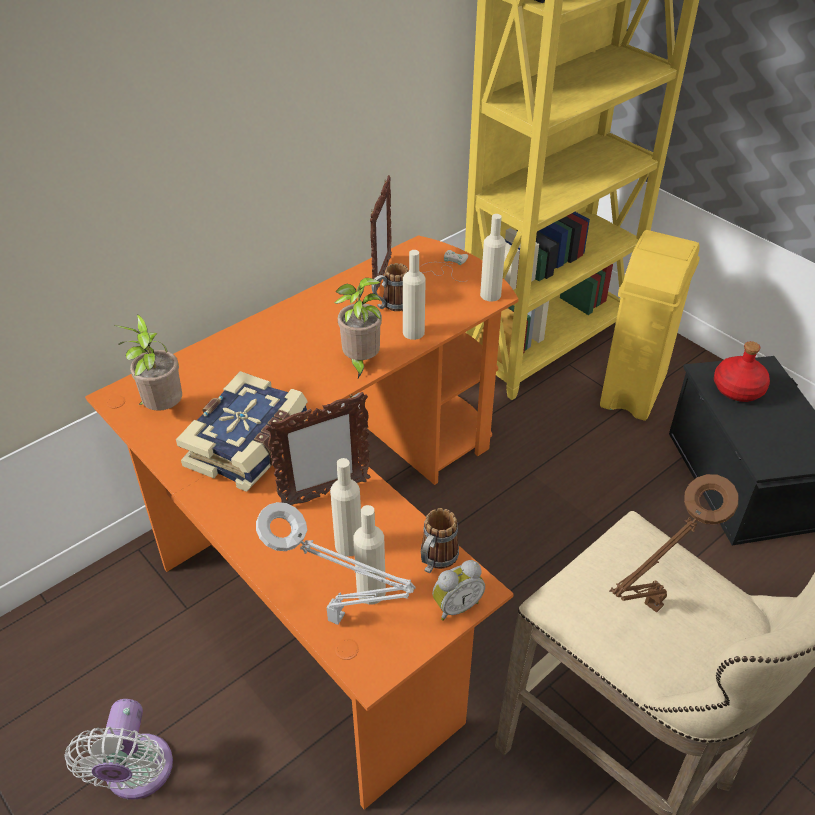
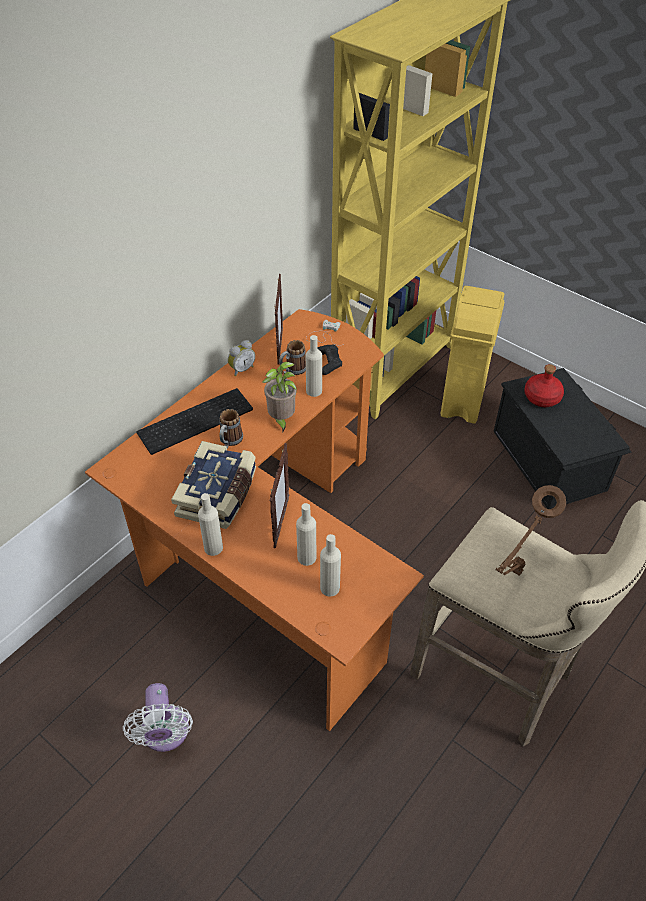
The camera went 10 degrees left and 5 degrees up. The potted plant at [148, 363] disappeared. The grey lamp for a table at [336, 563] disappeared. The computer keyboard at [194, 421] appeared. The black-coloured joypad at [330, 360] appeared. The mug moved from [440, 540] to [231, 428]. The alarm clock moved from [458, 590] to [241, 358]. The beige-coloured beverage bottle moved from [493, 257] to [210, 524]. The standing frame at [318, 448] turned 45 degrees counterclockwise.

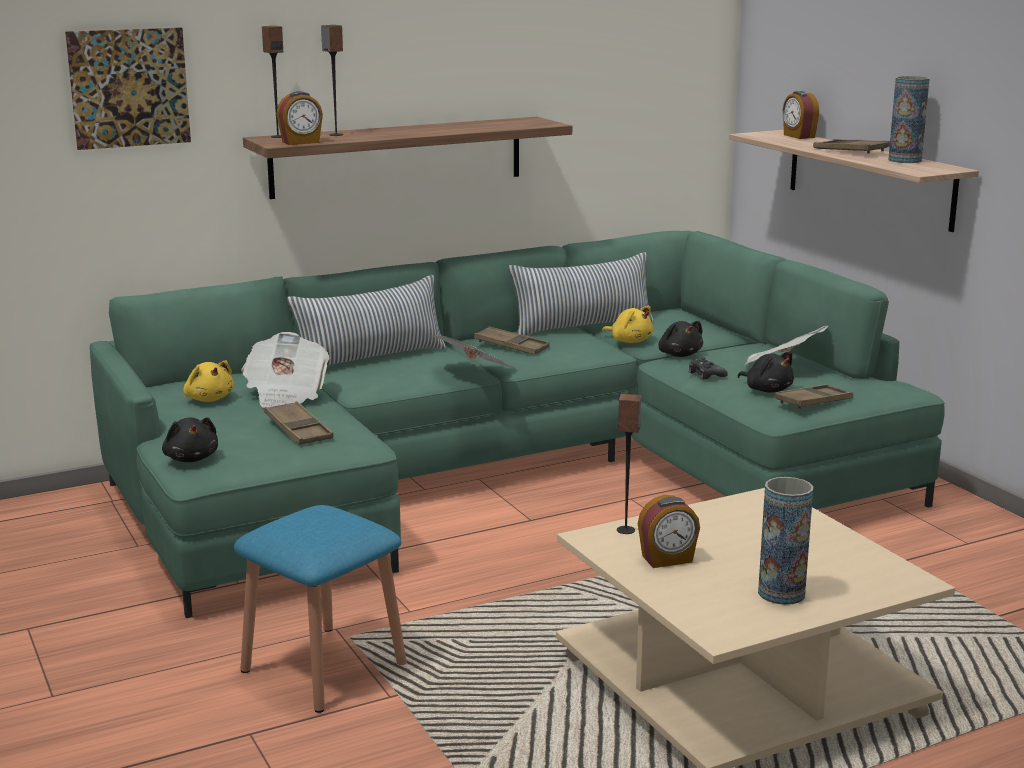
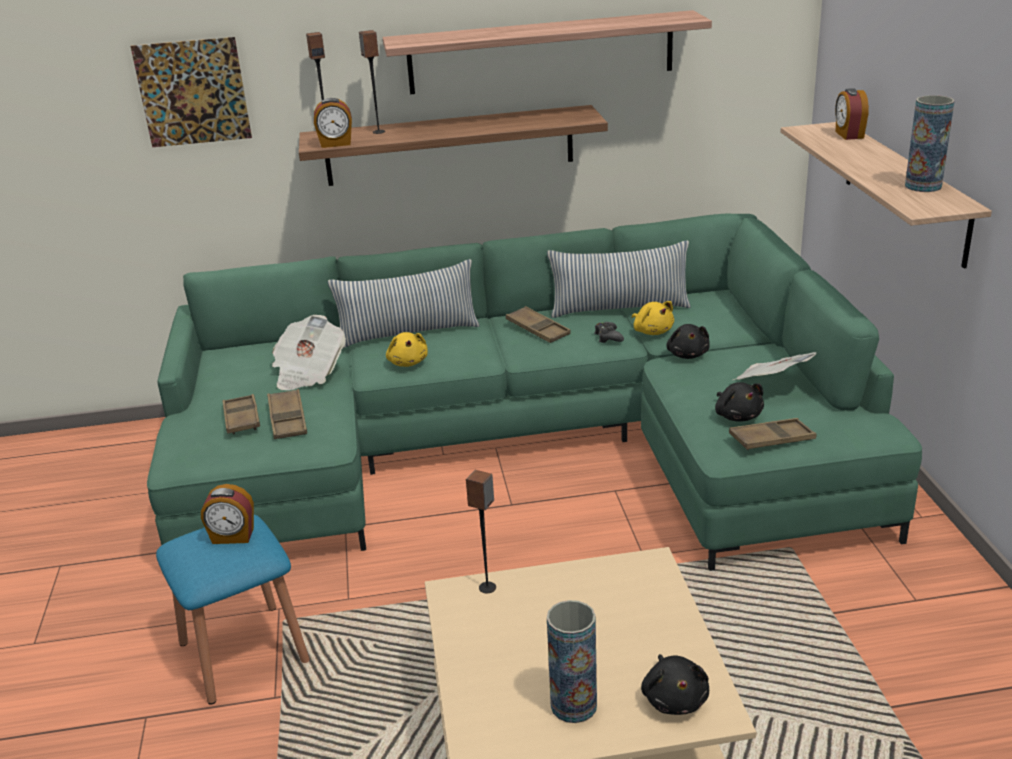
The camera went 20 degrees right and 10 degrees up. The daily paper at [472, 351] disappeared. The wall shelf at [547, 52] appeared. The black-coloured plush toy moved from [190, 439] to [675, 684]. The yellow-coloured plush toy moved from [208, 381] to [407, 349]. The alarm clock moved from [669, 531] to [227, 514]. The black-coloured joypad moved from [708, 368] to [609, 332]. The brown-coloured tray moved from [851, 146] to [241, 414].

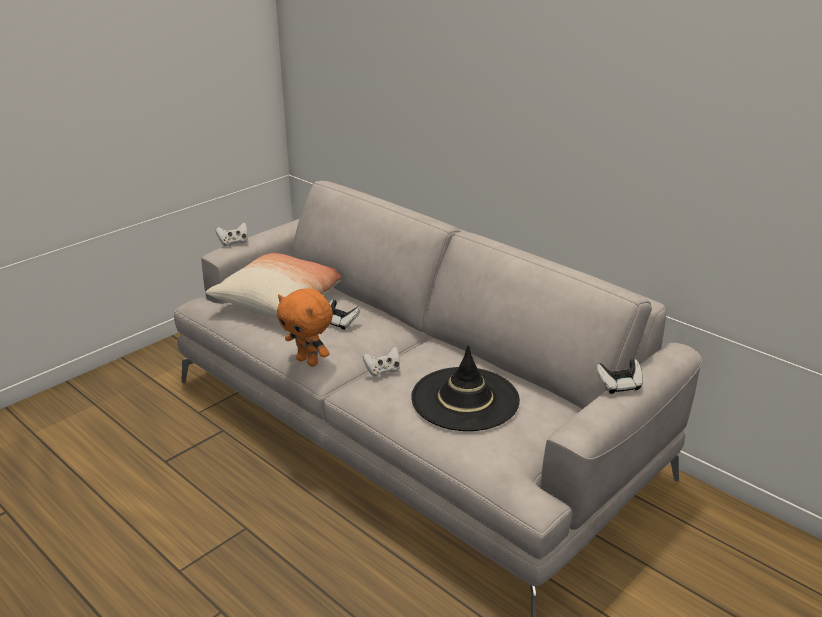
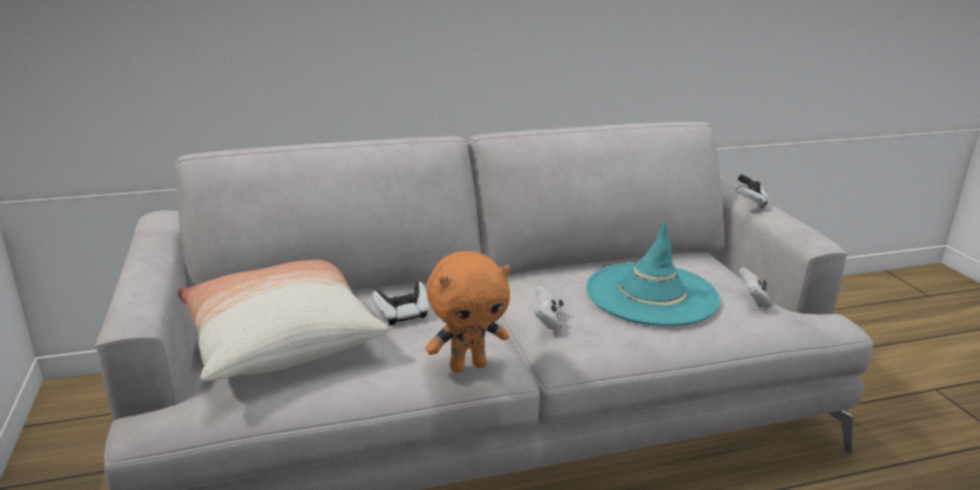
The camera went 60 degrees left and 5 degrees down. The whitish joypad moved from [231, 234] to [756, 288]. The black-coloured hat at [465, 388] became the turquoise hat at [653, 273].

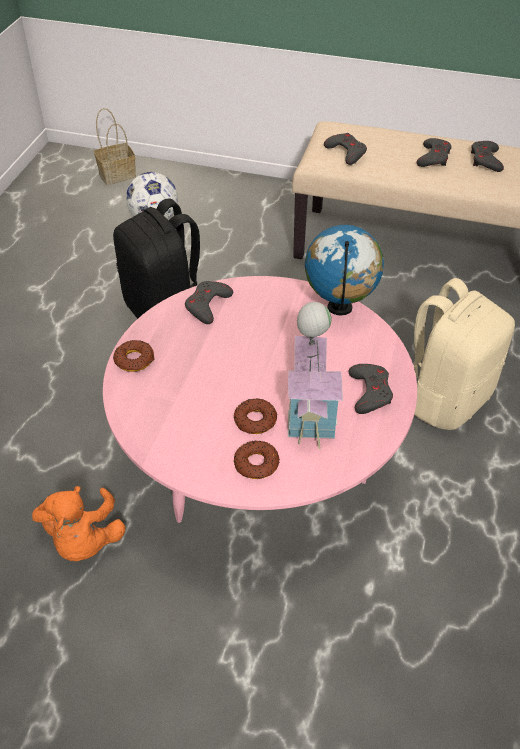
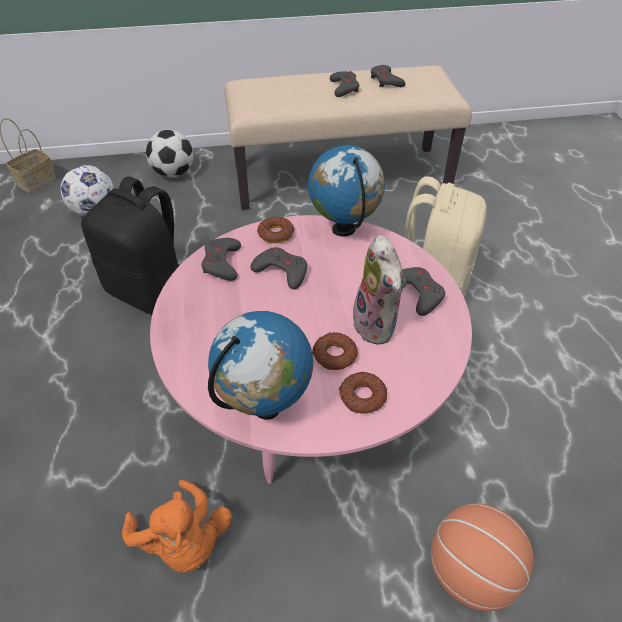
The camera went 25 degrees left and 0 degrees up. The football ball at [170, 153] appeared. The desk globe at [260, 365] appeared. The basketball at [482, 557] appeared. The ring doughnut moved from [133, 356] to [276, 230]. The grey joypad moved from [345, 149] to [278, 268]. The model house at [315, 375] was replaced by the plush toy at [380, 290].

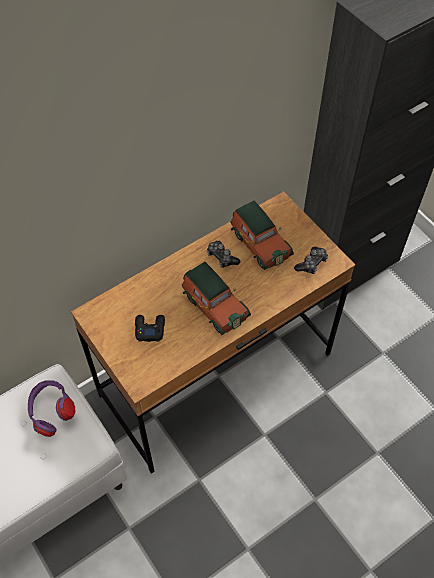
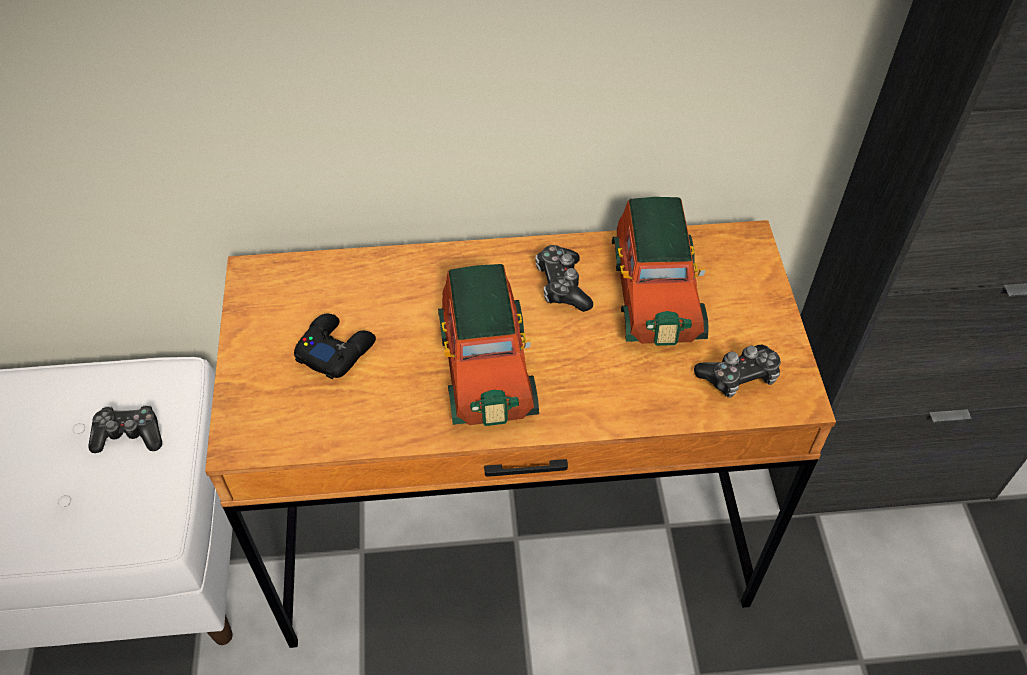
The camera went 30 degrees right and 5 degrees down. The purple headset at [51, 408] was replaced by the joypad at [125, 429].

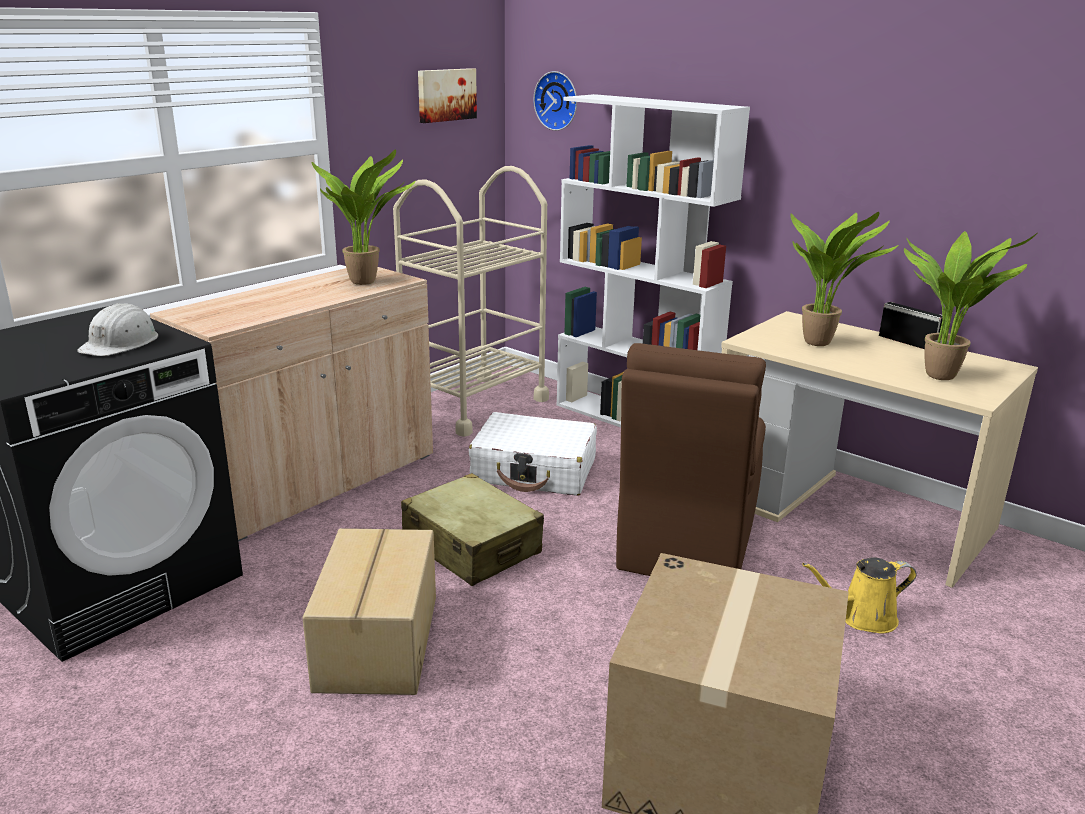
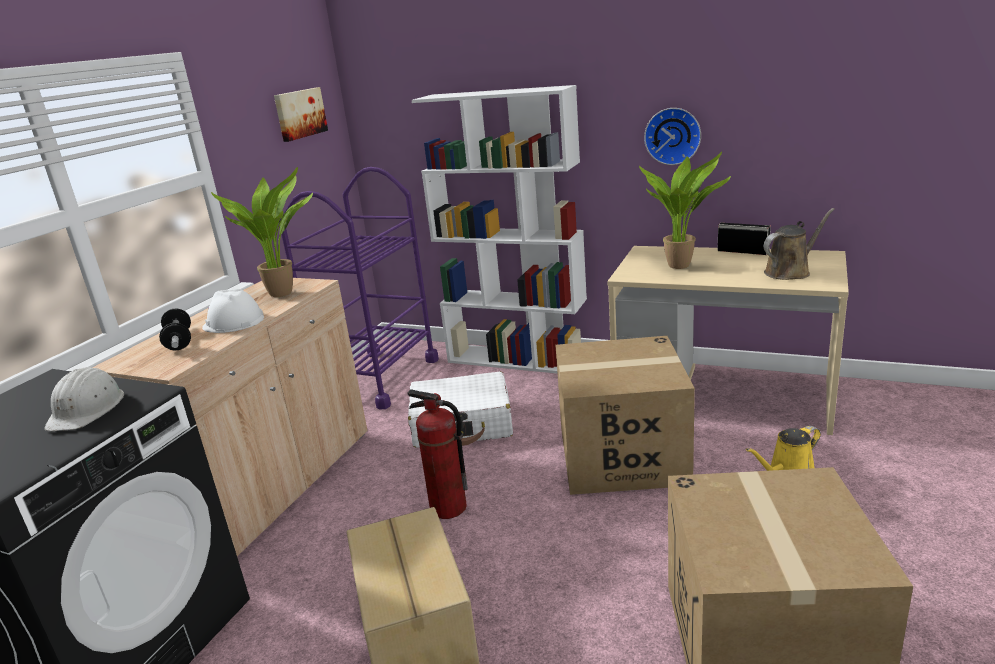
The camera went 15 degrees left and 0 degrees up. The dumbbell at [175, 330] appeared. The whitish work helmet at [233, 311] appeared. The hanging clock moved from [555, 101] to [672, 136]. The beige-coloured suitcase at [472, 529] was replaced by the fire extinguisher at [438, 454]. The brown-coloured upright chair at [691, 459] was replaced by the carton at [625, 415]. The potted plant at [970, 305] was replaced by the brown-coloured watering pot at [799, 244]. The beige-coloured cart at [471, 301] became the purple cart at [359, 288].

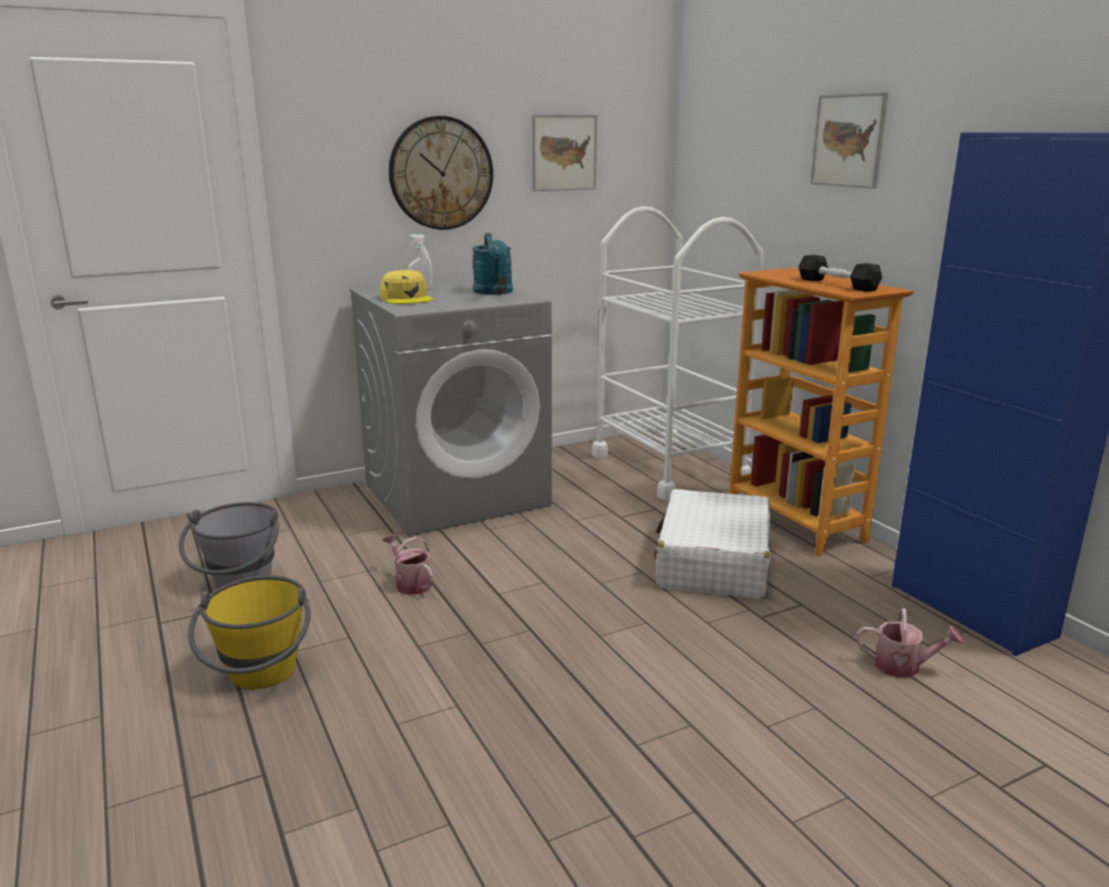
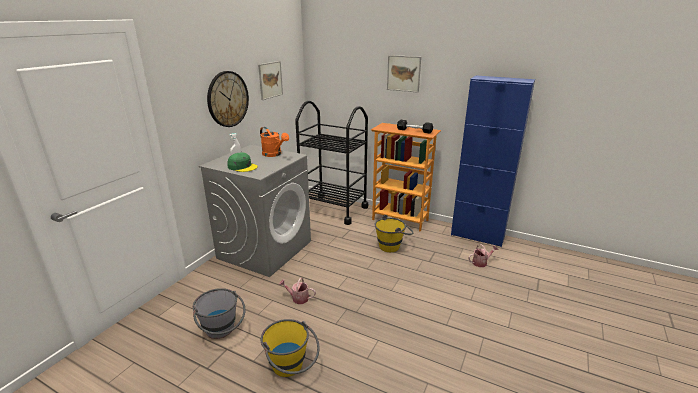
The camera went 35 degrees left and 5 degrees up. The whitish suitcase at [713, 544] was replaced by the yellow-coloured pail at [394, 233]. The yellow-coloured baseball cap at [406, 286] became the greenish baseball cap at [242, 162]. The turquoise watering pot at [492, 264] became the orange watering pot at [274, 142]. The whitish cart at [678, 353] became the black-coloured cart at [331, 163].

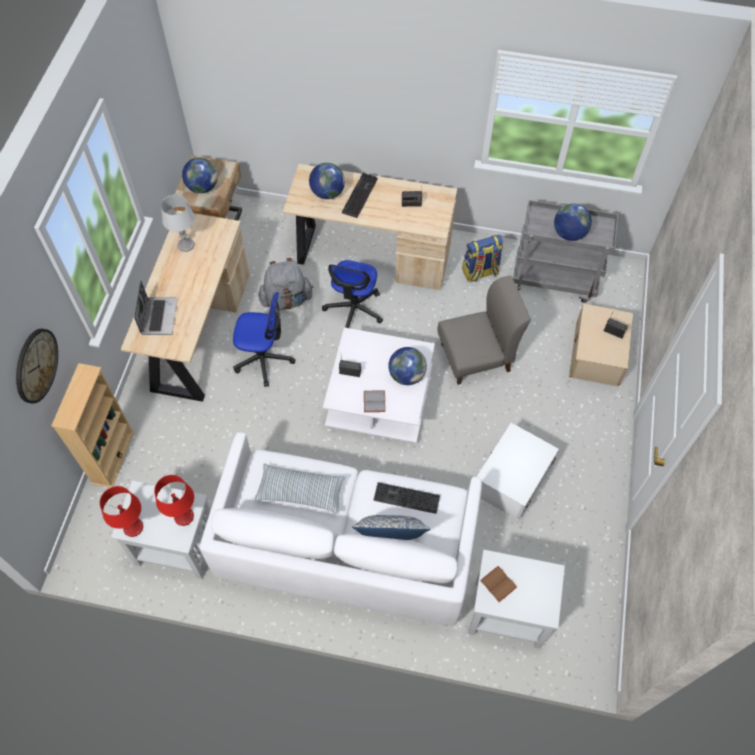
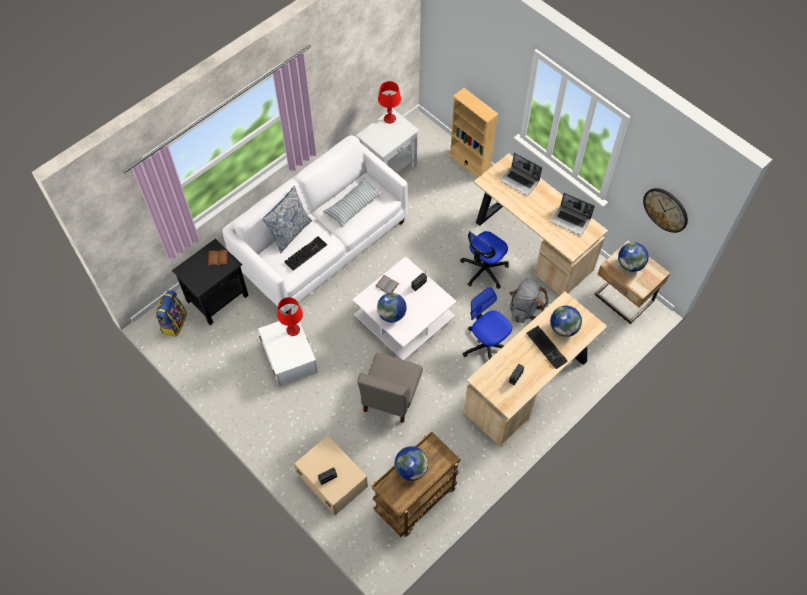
The camera went 125 degrees right and 0 degrees up. The hanging clock moved from [37, 366] to [665, 210]. The red lamp for a table moved from [174, 500] to [290, 316]. The knapsack moved from [482, 258] to [171, 313]. The grey lamp for a table at [178, 223] was replaced by the portable computer at [573, 214]. The whitish accent table at [516, 599] became the black-coloured accent table at [210, 282]. The grey cart at [565, 251] became the brown-coloured cart at [416, 484].

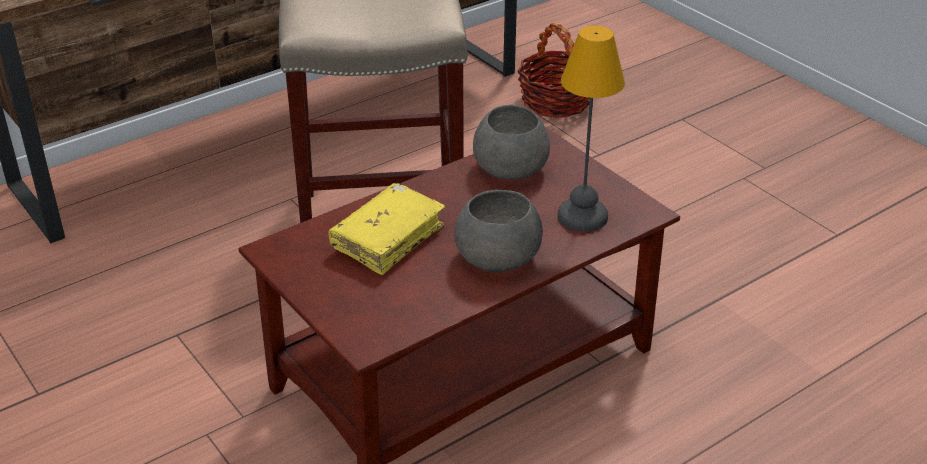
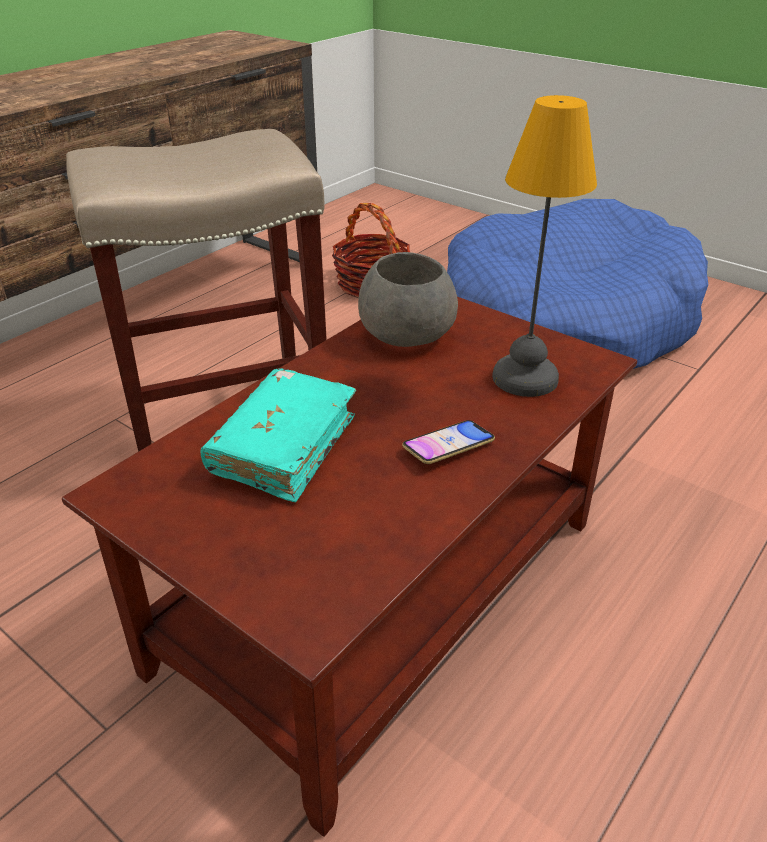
The camera went 15 degrees left and 0 degrees up. The blue-coloured dog bed at [578, 284] appeared. The grey deep dish at [499, 231] was replaced by the handset at [448, 442]. The yellow-coloured book at [387, 229] became the turquoise book at [278, 435].

